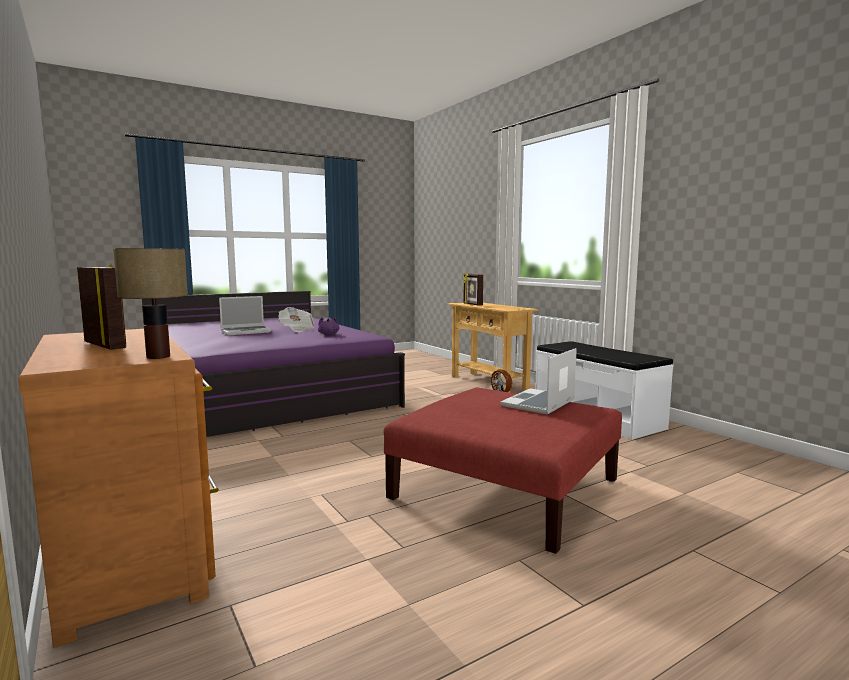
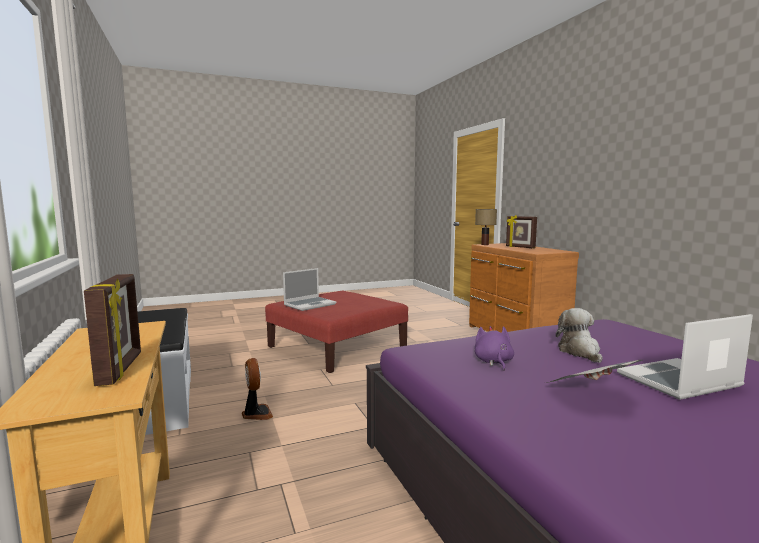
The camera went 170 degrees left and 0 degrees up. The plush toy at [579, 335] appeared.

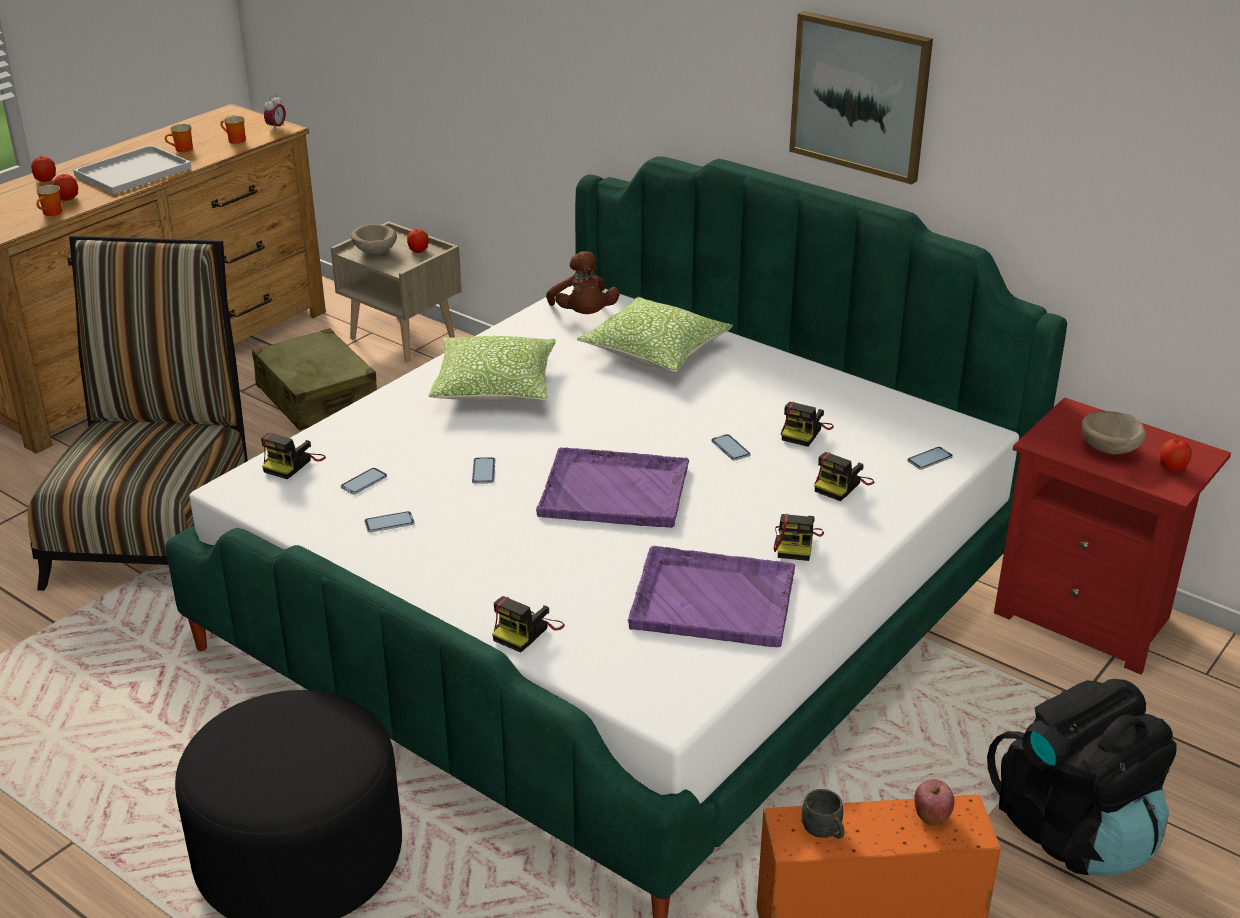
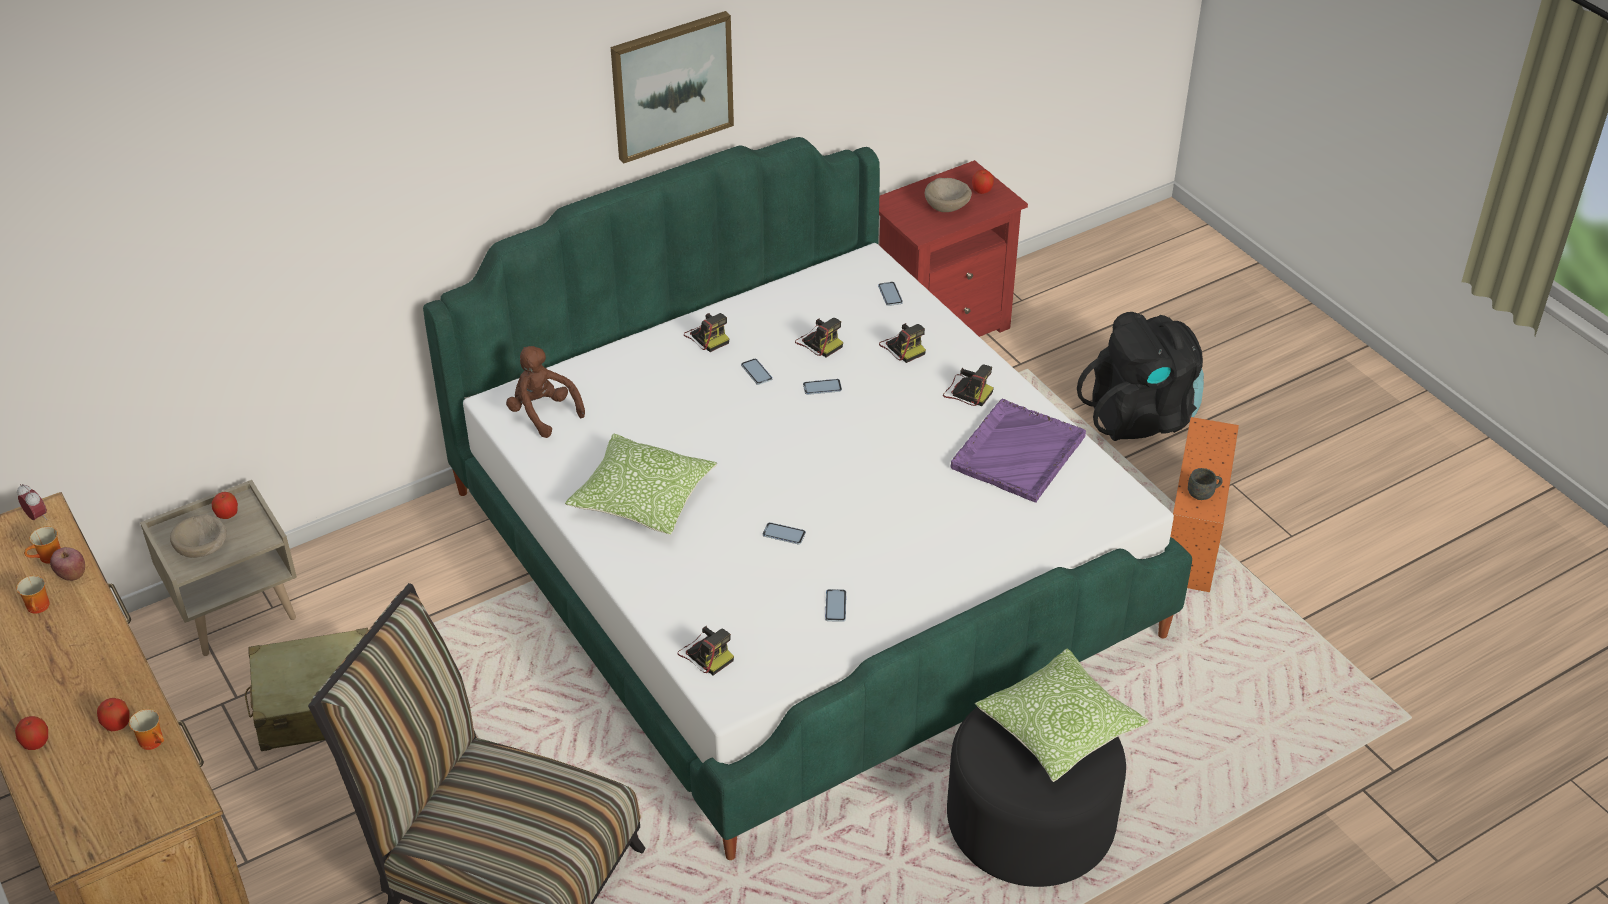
The camera went 70 degrees left and 10 degrees up. The whitish tray at [132, 170] disappeared. The purple tray at [612, 487] disappeared. The handset moved from [364, 481] to [756, 371]. The still camera moved from [528, 624] to [706, 332]. The throw pillow moved from [655, 334] to [1062, 715]. The apple fruit moved from [934, 803] to [67, 564]. The brown-coloured plush toy at [582, 282] turned 135 degrees counterclockwise.

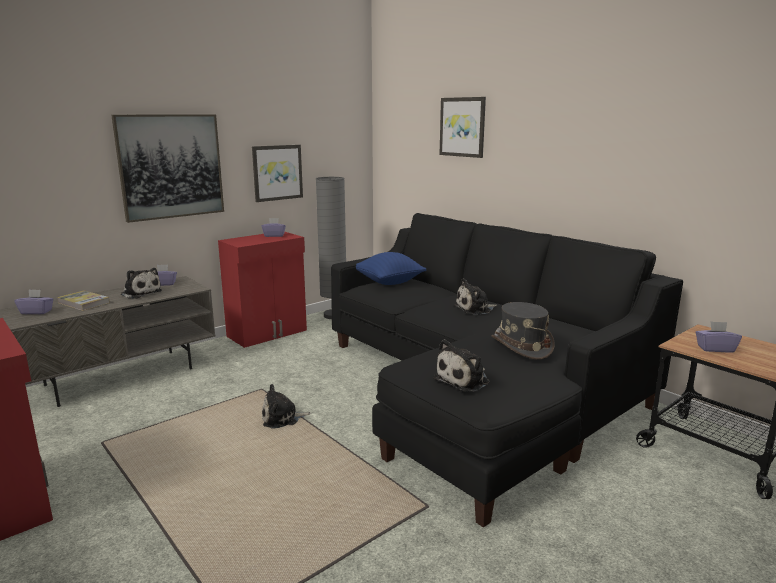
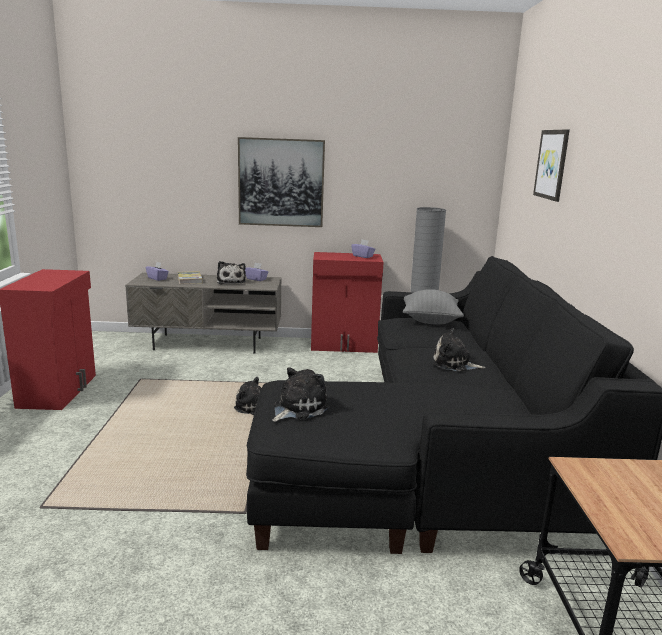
The camera went 40 degrees right and 0 degrees up. The wall art at [277, 173] disappeared. The grey hat at [523, 331] disappeared. The purple tissue holder at [719, 337] disappeared. The blue-coloured throw pillow at [391, 268] became the grey throw pillow at [433, 307]. The plush toy at [461, 365] turned 135 degrees clockwise.

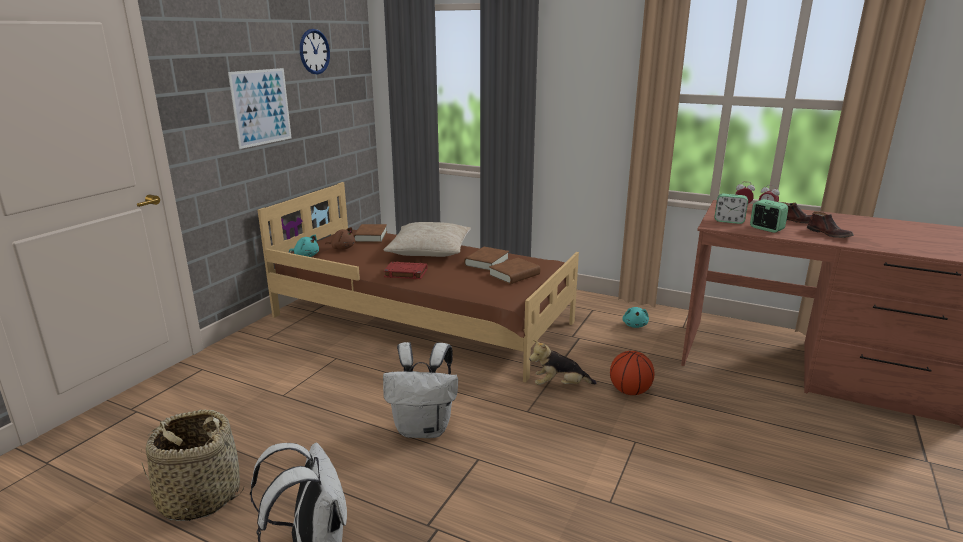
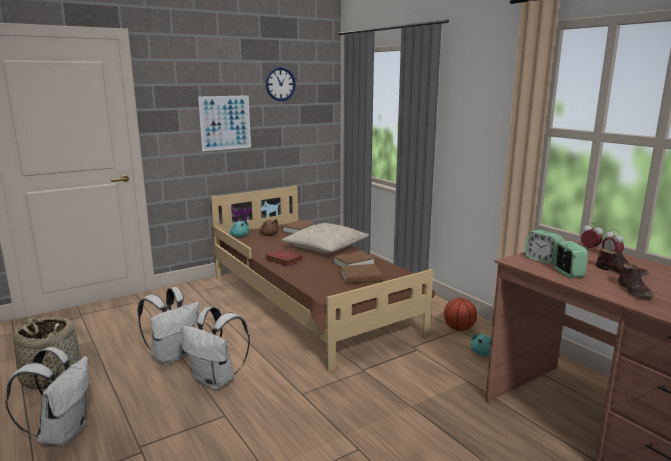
The camera went 30 degrees right and 5 degrees down. The plush toy at [562, 362] disappeared. The whitish knapsack at [168, 325] appeared. The basketball moved from [632, 373] to [460, 314].

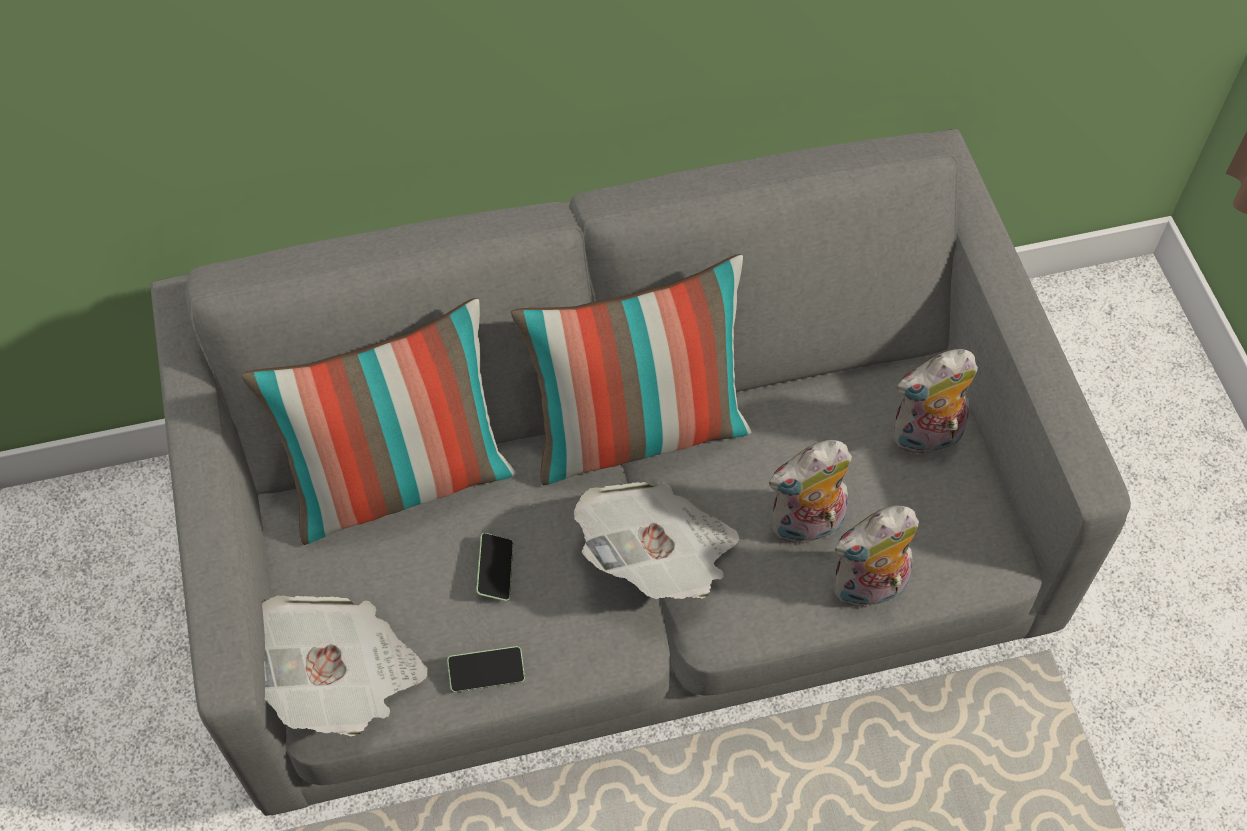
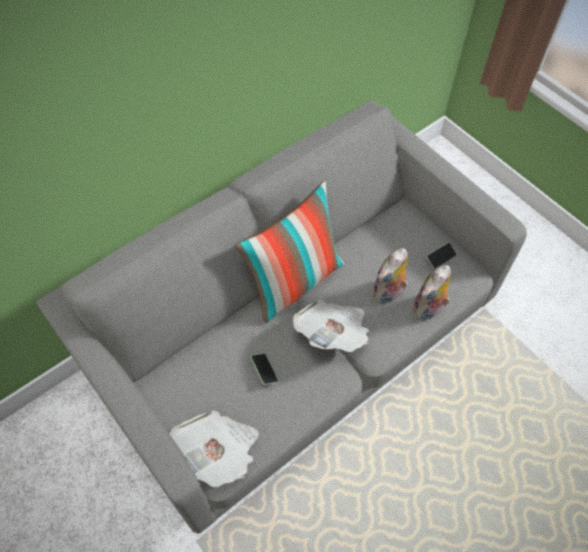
The camera went 25 degrees left and 0 degrees up. The throw pillow at [378, 421] disappeared. The plush toy at [935, 402] disappeared. The handset moved from [486, 669] to [441, 255].

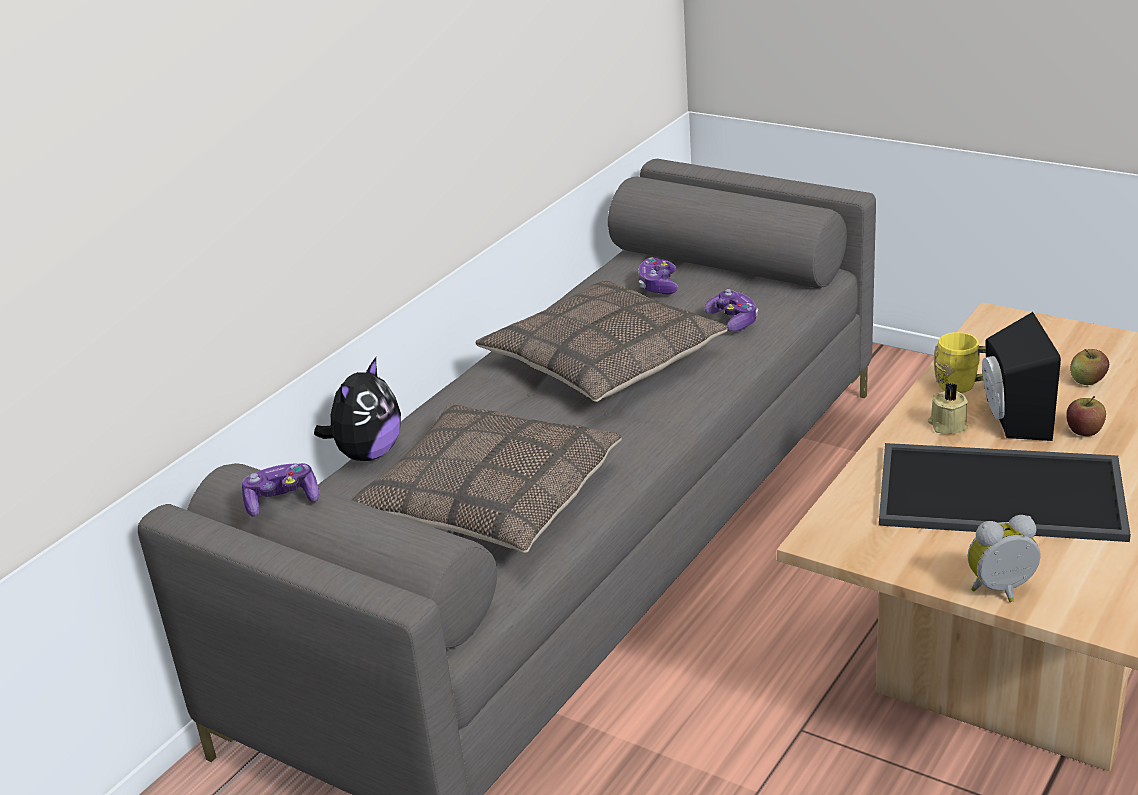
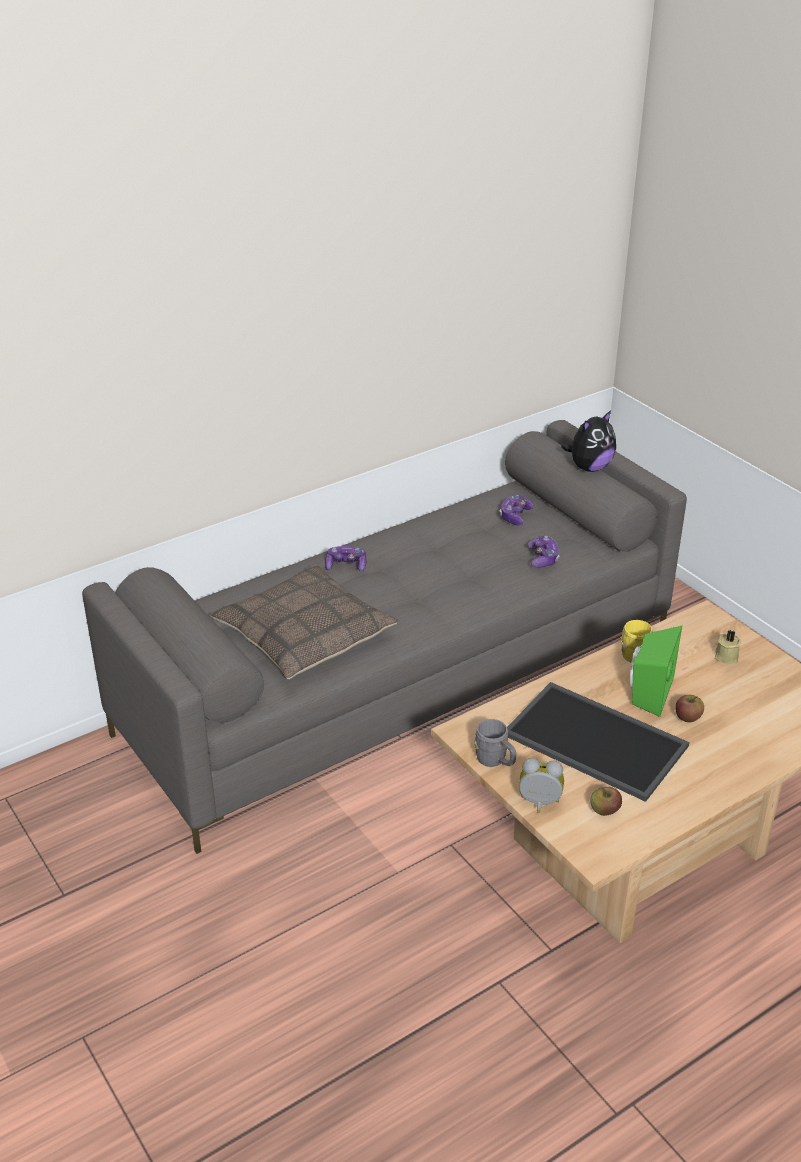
The camera went 20 degrees right and 5 degrees up. The throw pillow at [602, 340] disappeared. The grey mug at [495, 743] appeared. The joypad moved from [281, 489] to [345, 559]. The plush toy moved from [357, 409] to [588, 441]. The beige-coloured wax candle moved from [948, 408] to [728, 647]. The apple fruit moved from [1089, 367] to [606, 801]. The black-coloured loudspeaker at [1021, 376] became the greenish loudspeaker at [656, 671].

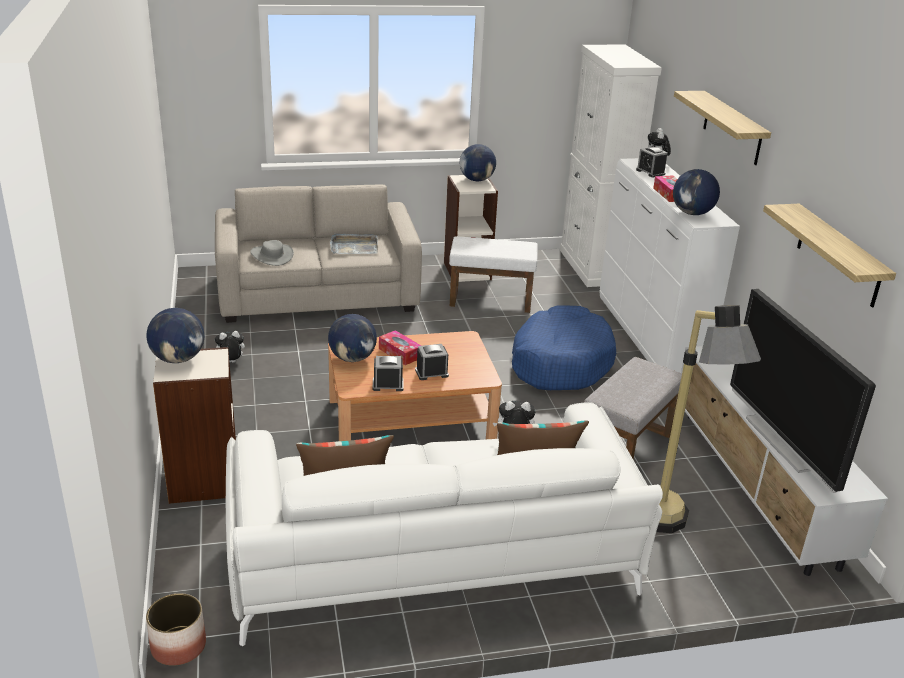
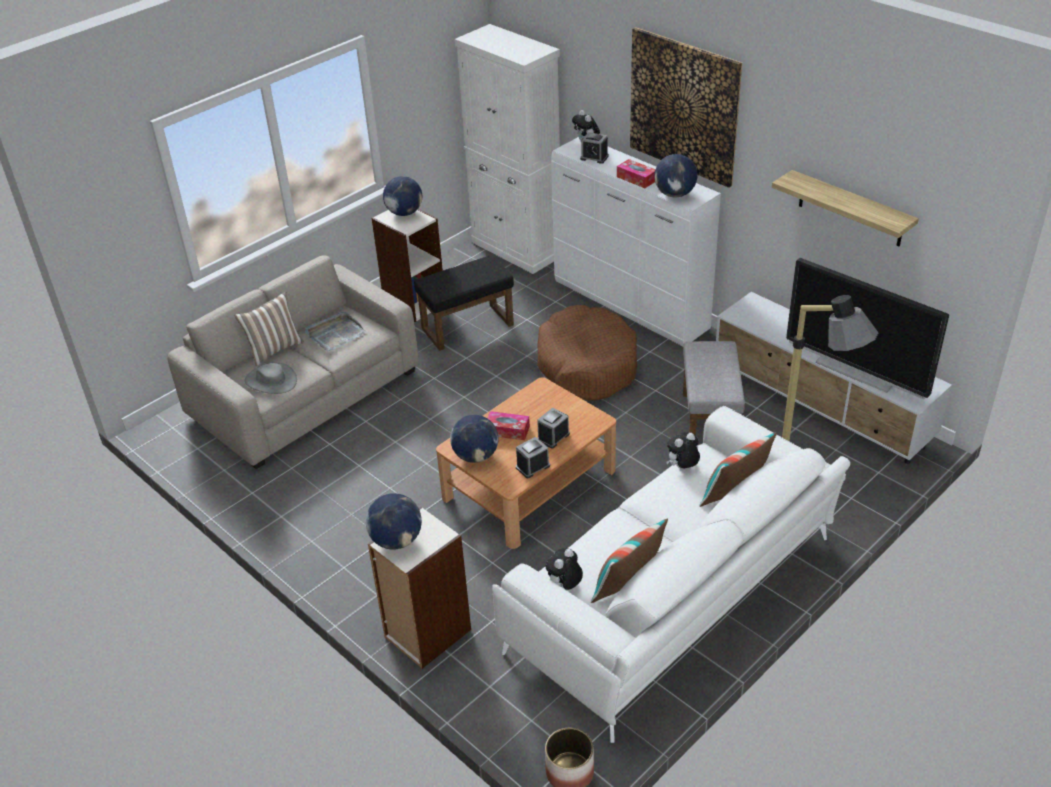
The camera went 30 degrees left and 10 degrees up. The throw pillow at [269, 328] appeared. The plush toy moved from [230, 347] to [564, 569]. The wall shelf at [722, 128] was replaced by the wall art at [686, 107]. The whitish pouffe at [493, 275] became the black-coloured pouffe at [464, 303]. The blue-coloured dog bed at [564, 347] became the brown-coloured dog bed at [587, 353].

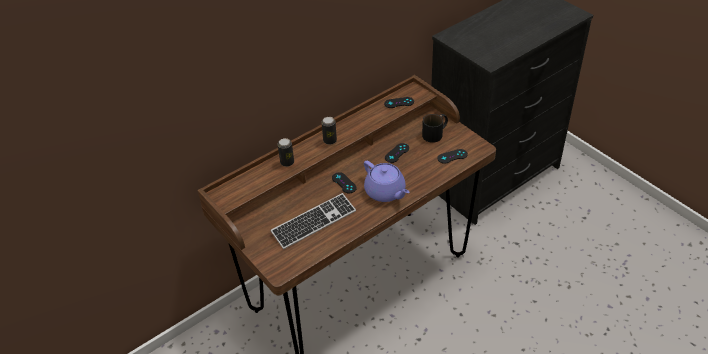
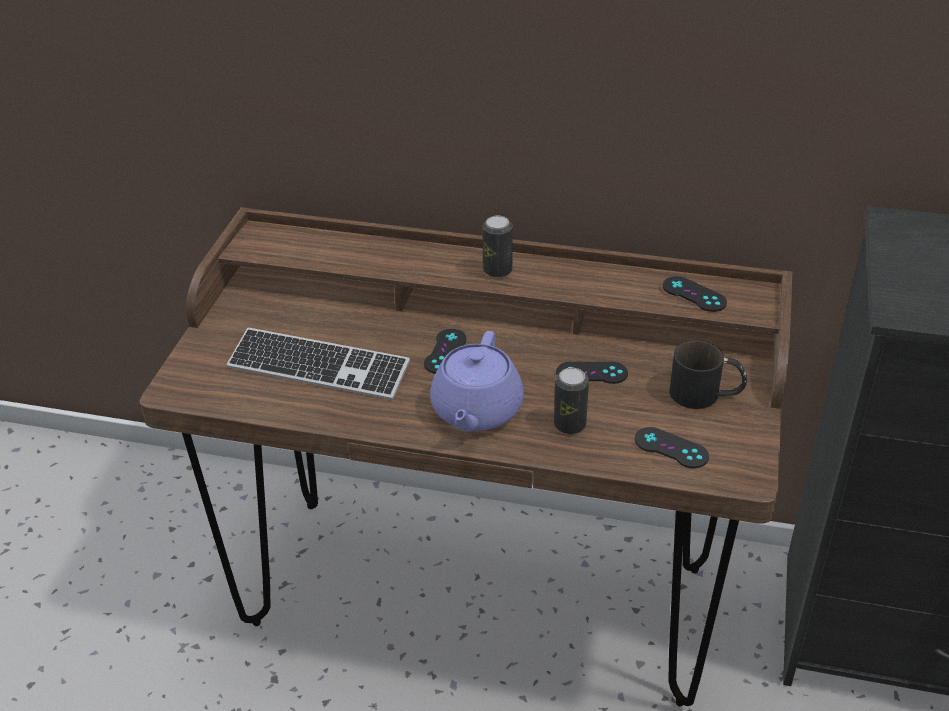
The camera went 50 degrees right and 5 degrees down. The metal can moved from [286, 152] to [571, 401].

